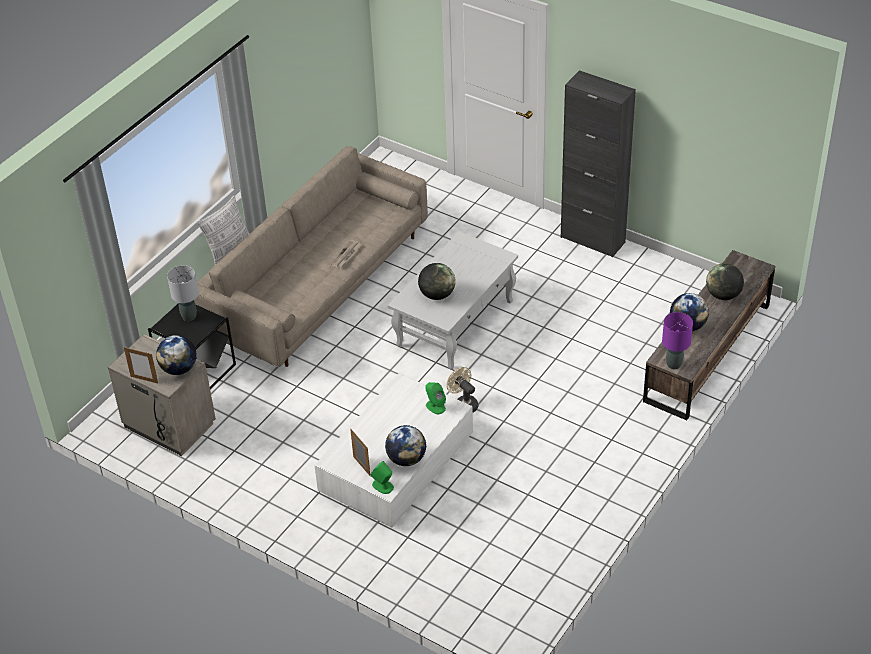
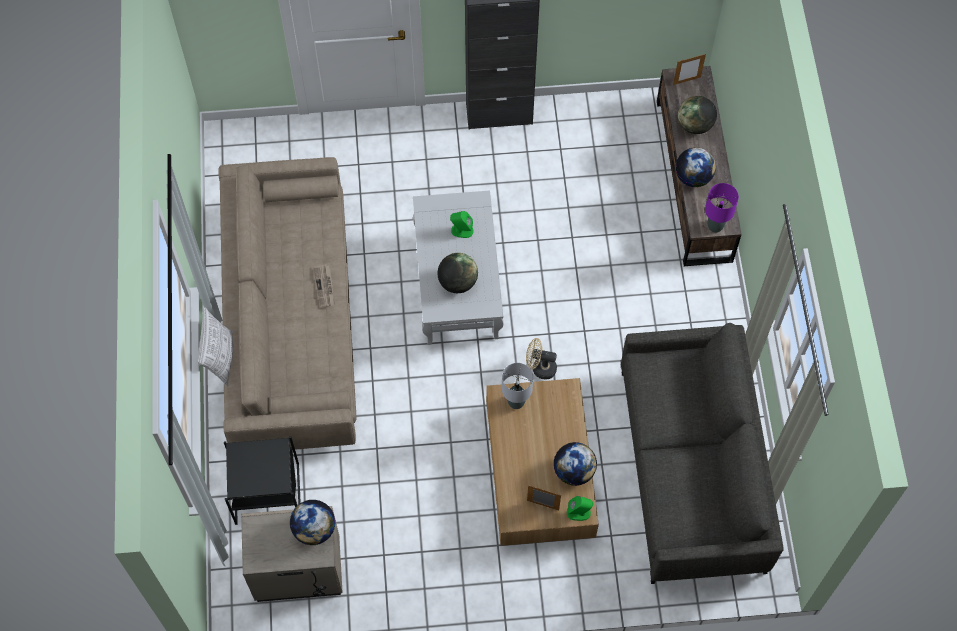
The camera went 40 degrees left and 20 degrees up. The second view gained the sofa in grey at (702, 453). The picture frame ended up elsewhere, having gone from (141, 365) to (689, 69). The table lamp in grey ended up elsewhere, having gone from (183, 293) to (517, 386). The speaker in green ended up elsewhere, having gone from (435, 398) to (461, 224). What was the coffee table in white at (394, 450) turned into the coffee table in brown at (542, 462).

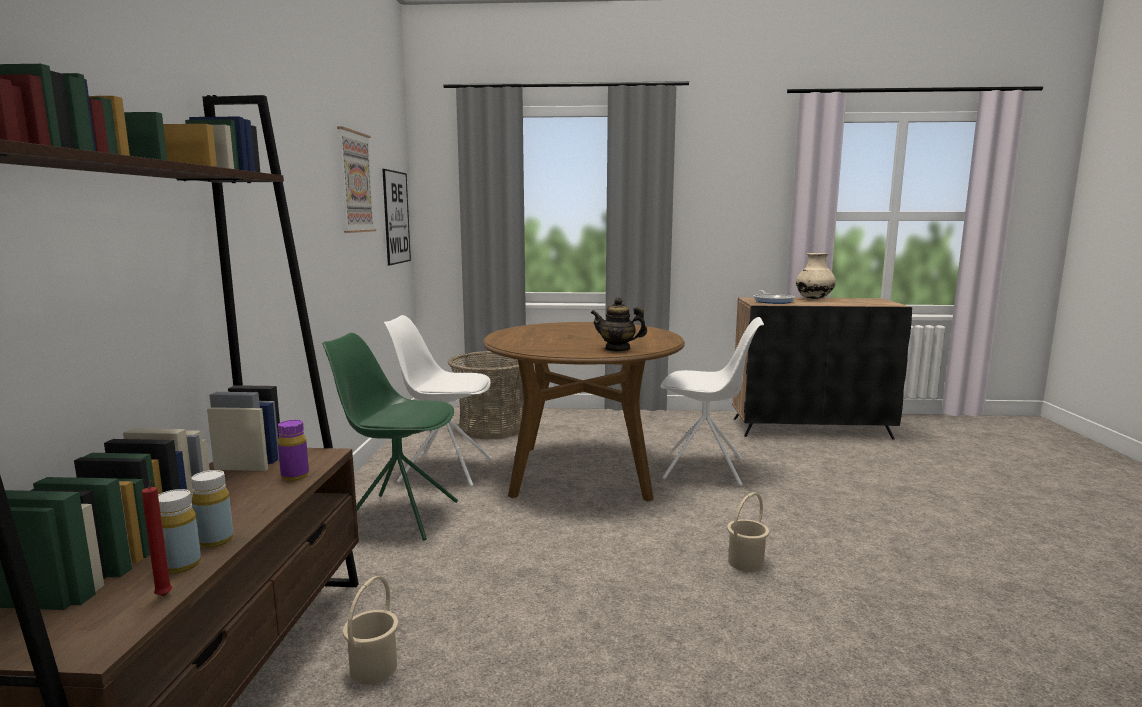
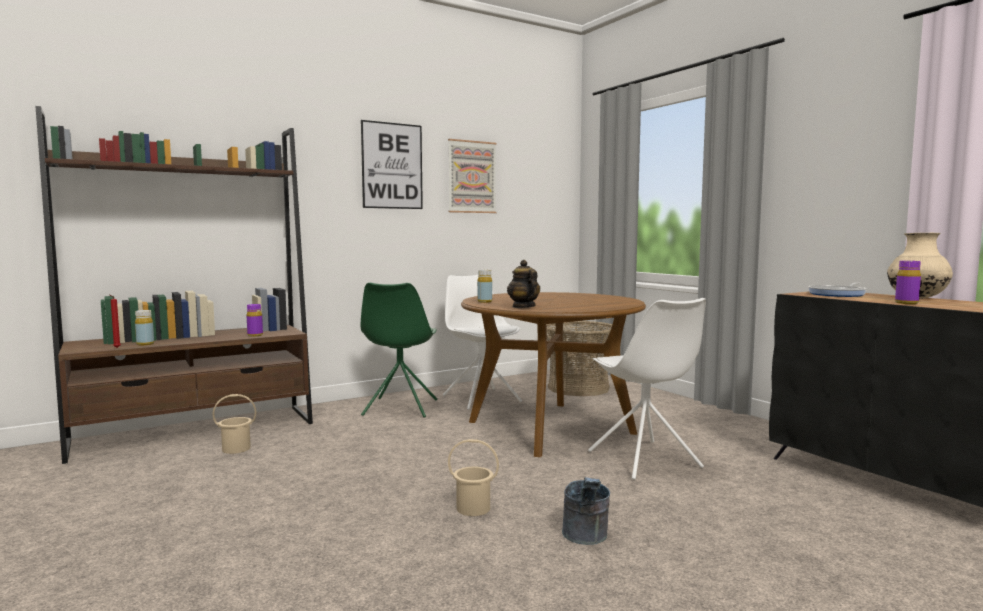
The camera went 55 degrees right and 5 degrees down. The second view gained the bucket in grey at (586, 511). The second view gained the bottle in purple at (908, 282). The bottle in yellow ended up elsewhere, having gone from (212, 509) to (484, 286). The picture ended up elsewhere, having gone from (396, 217) to (392, 164). The chair in green at (390, 437) ended up facing another way, 150 degrees counterclockwise from before.

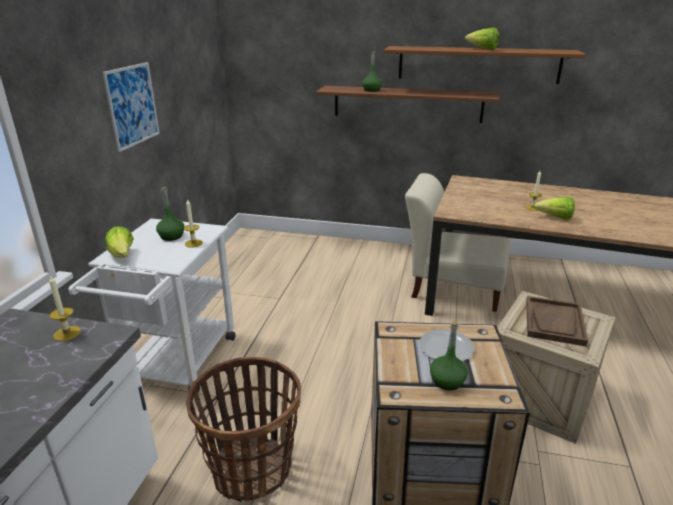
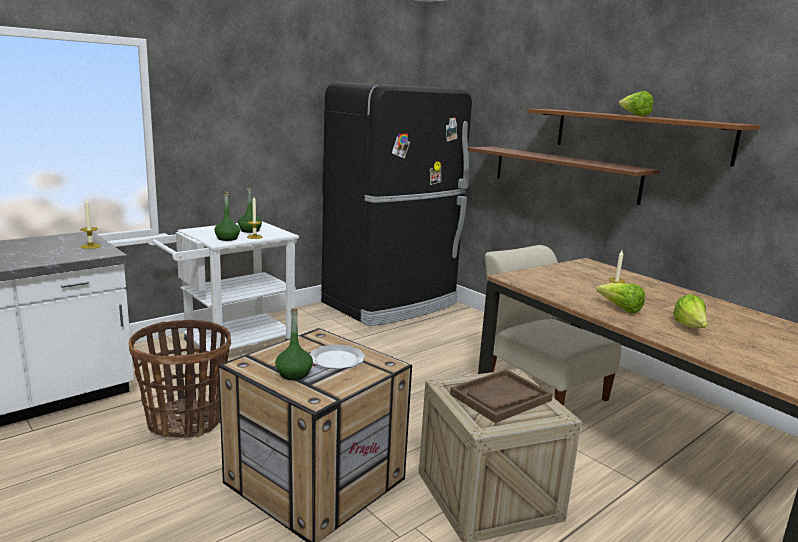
The camera went 35 degrees right and 10 degrees down. The second view lost the picture at (131, 107). The second view gained the fridge in black at (396, 204). The lettuce ended up elsewhere, having gone from (119, 242) to (690, 311). The bottle in green ended up elsewhere, having gone from (372, 71) to (227, 216).

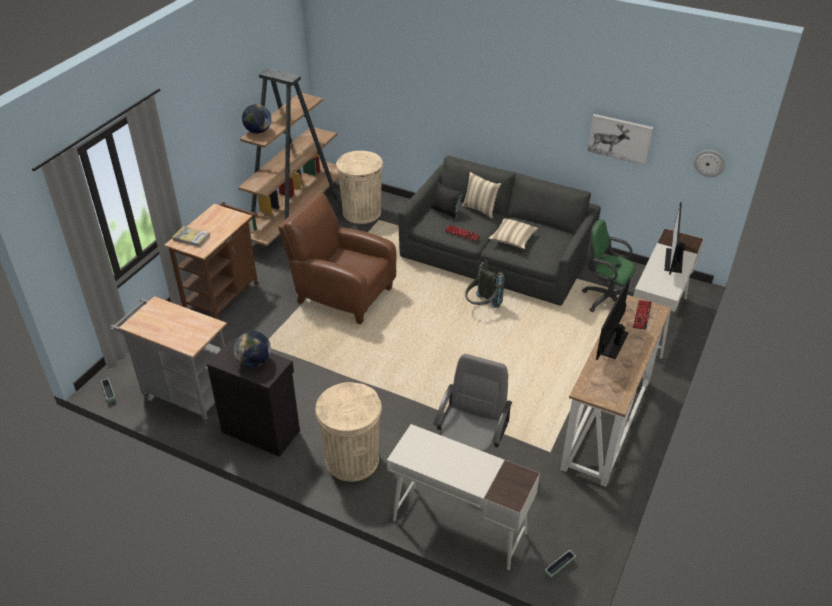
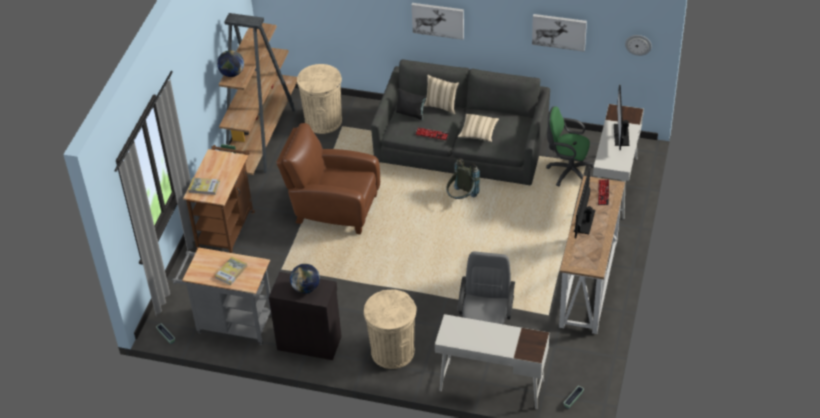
The camera went 10 degrees left and 5 degrees up. The second view gained the book at (231, 271). The second view gained the picture at (438, 21).

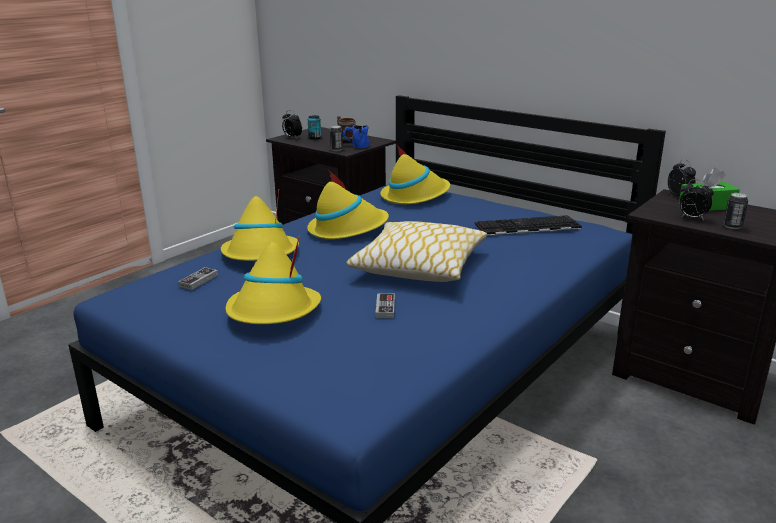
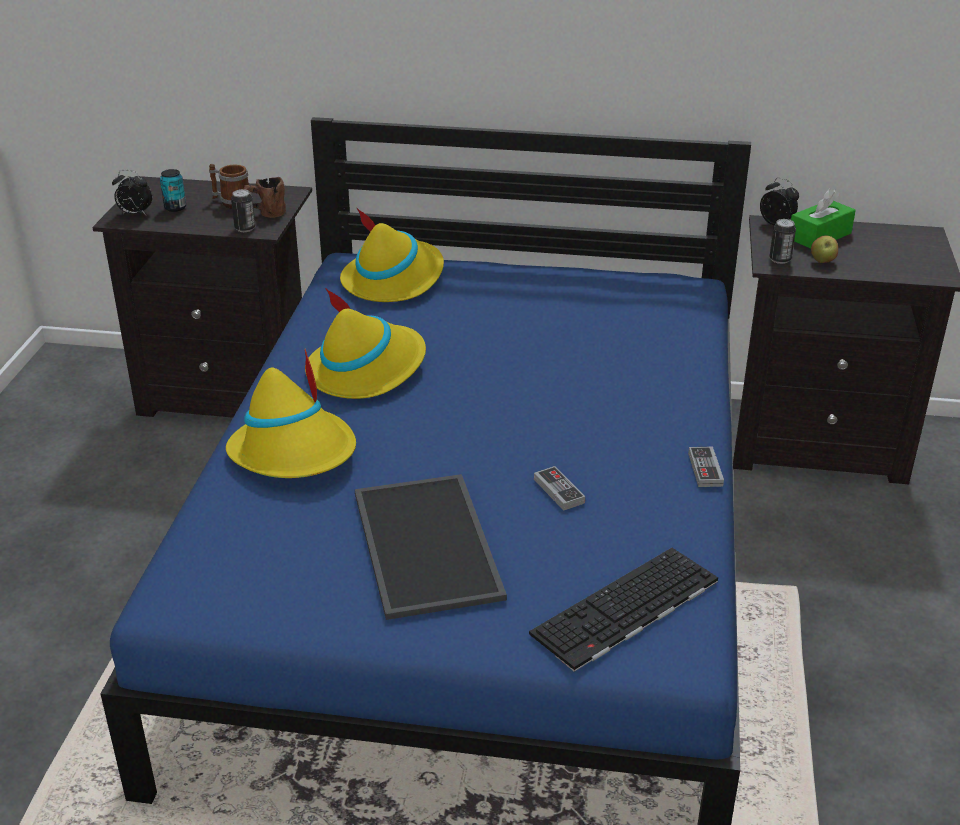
The camera went 30 degrees left and 10 degrees up. The second view lost the pillow at (416, 251). The game controller ended up elsewhere, having gone from (198, 278) to (706, 467). The keyboard ended up elsewhere, having gone from (528, 225) to (623, 610). The can ended up elsewhere, having gone from (735, 211) to (782, 241). Where the hat in yellow stood at (273, 280), the tray came to stand at (431, 547). Where the alarm clock stood at (697, 199), the apple came to stand at (824, 249). What was the mug in blue at (356, 136) turned into the mug in brown at (265, 197).

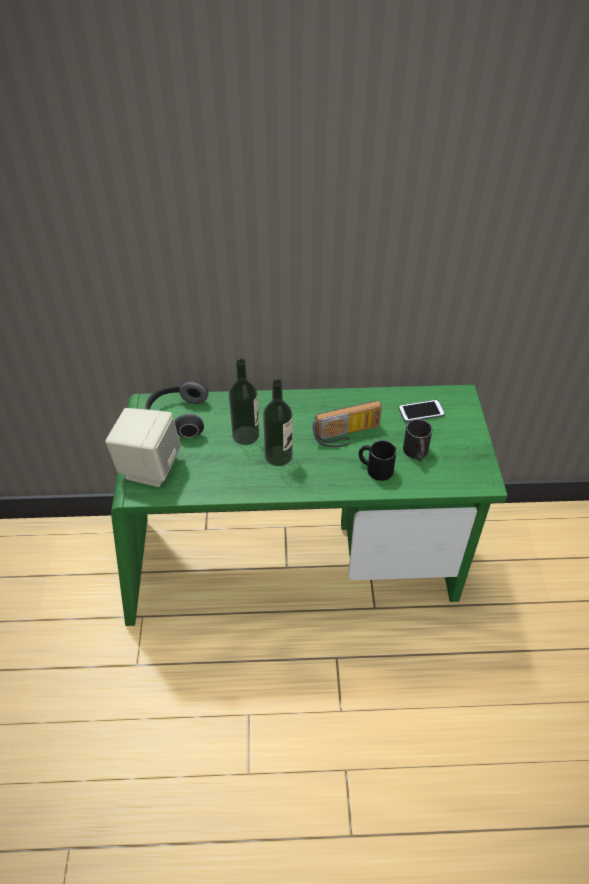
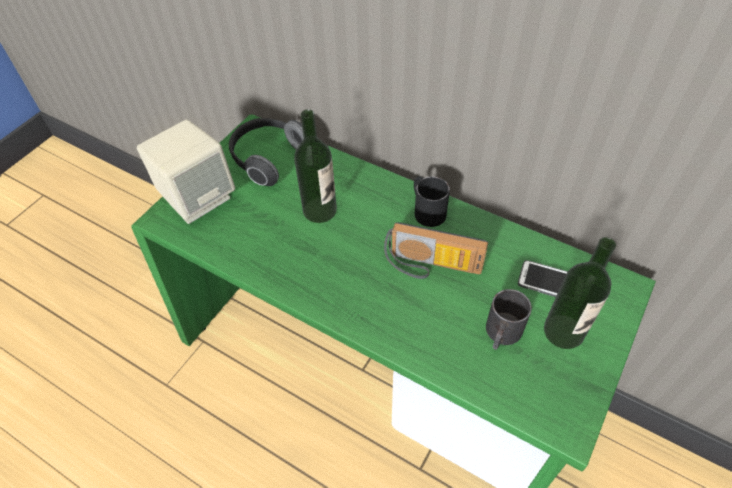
The camera went 35 degrees right and 5 degrees up. The bottle ended up elsewhere, having gone from (278, 422) to (580, 293). The mug in black ended up elsewhere, having gone from (378, 460) to (432, 201).

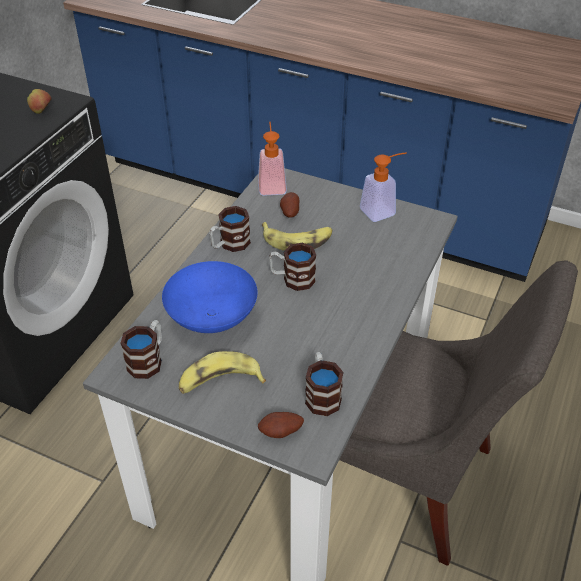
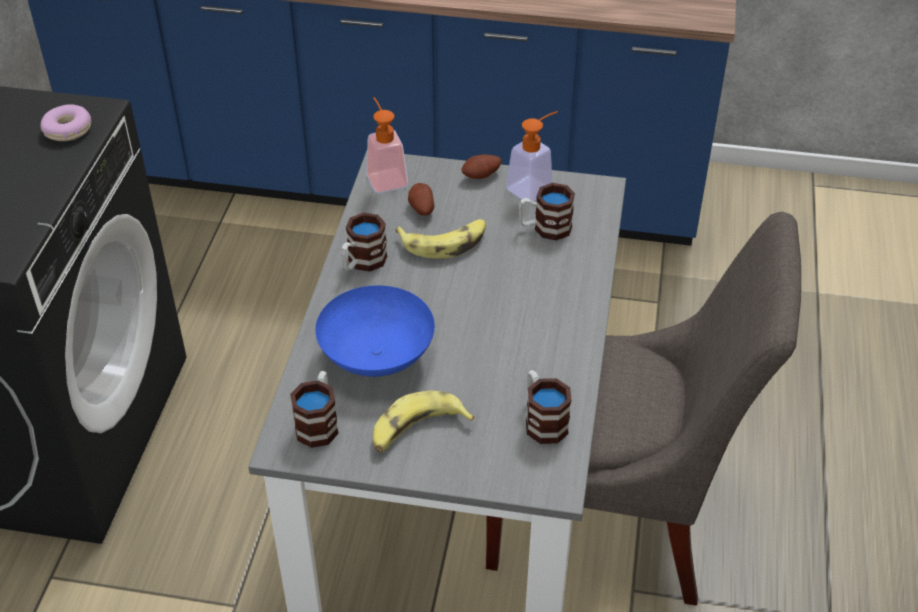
The camera went 15 degrees left and 0 degrees up. The potato ended up elsewhere, having gone from (281, 425) to (481, 166). The mug ended up elsewhere, having gone from (292, 267) to (546, 212). Where the apple stood at (39, 101), the donut came to stand at (65, 122).

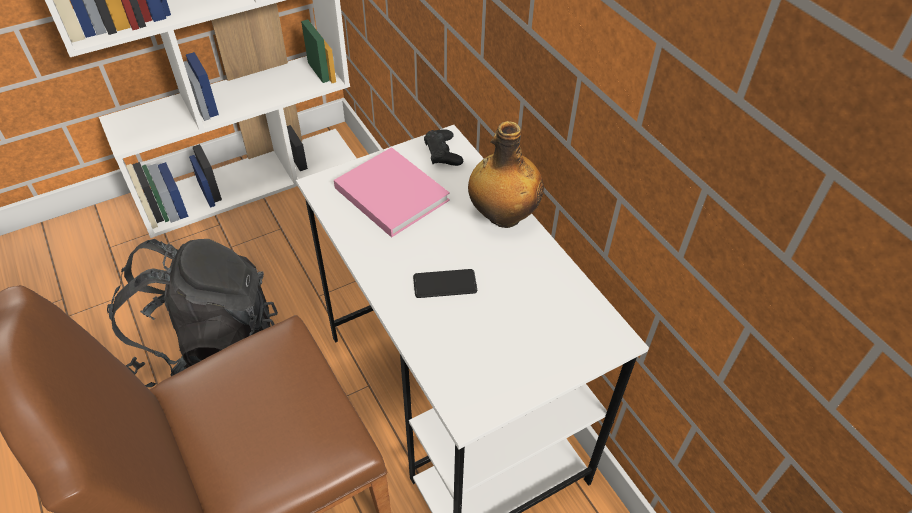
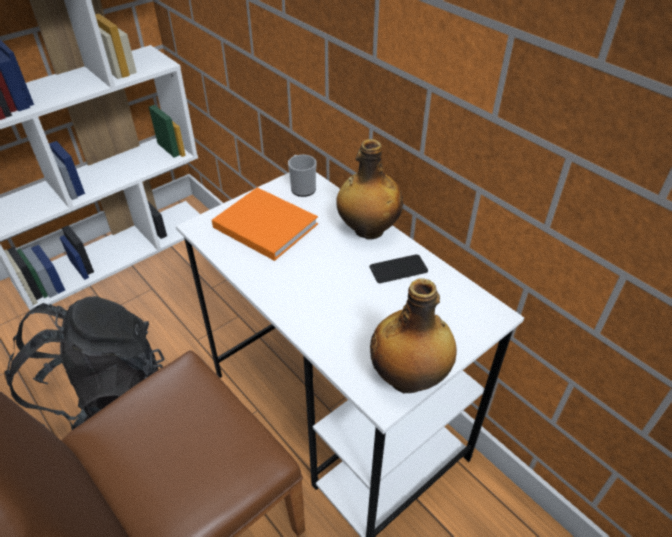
The camera went 10 degrees left and 5 degrees down. The second view gained the bottle at (413, 336). The phone ended up elsewhere, having gone from (445, 283) to (399, 268). Where the game controller in black stood at (443, 147), the mug came to stand at (302, 176). What was the book in pink at (392, 192) turned into the book in orange at (265, 224).

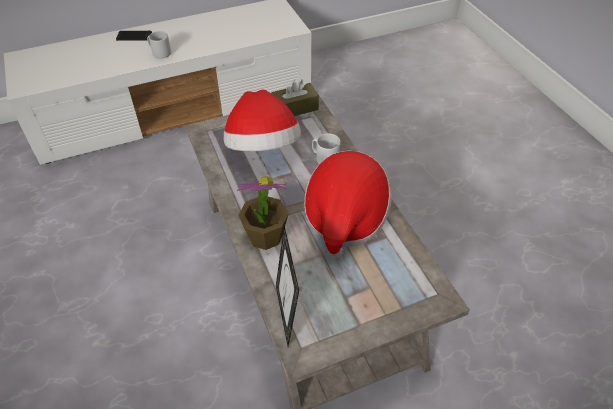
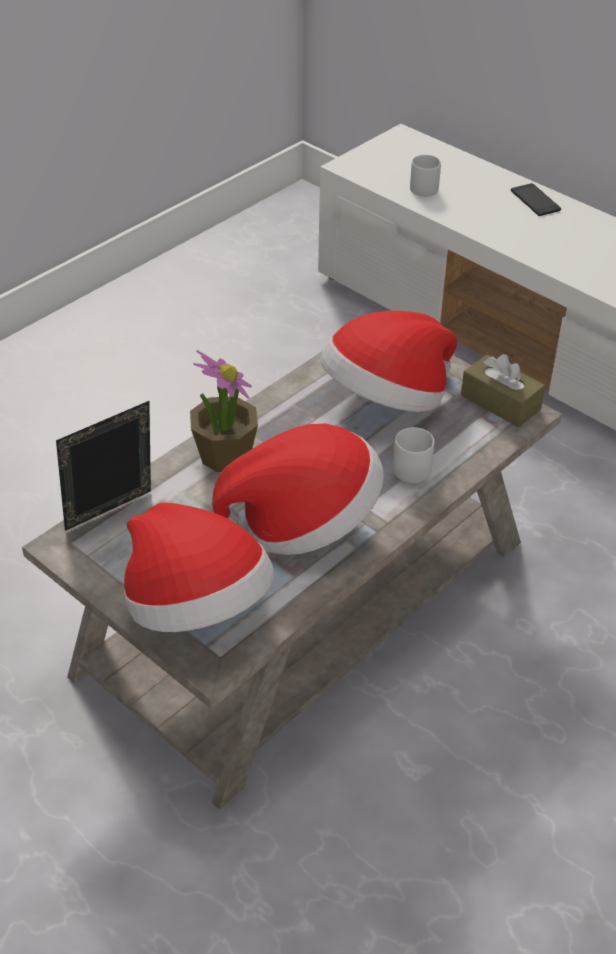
The camera went 65 degrees right and 5 degrees down. The second view gained the hat at (199, 567). The mug in grey ended up elsewhere, having gone from (159, 45) to (425, 176).

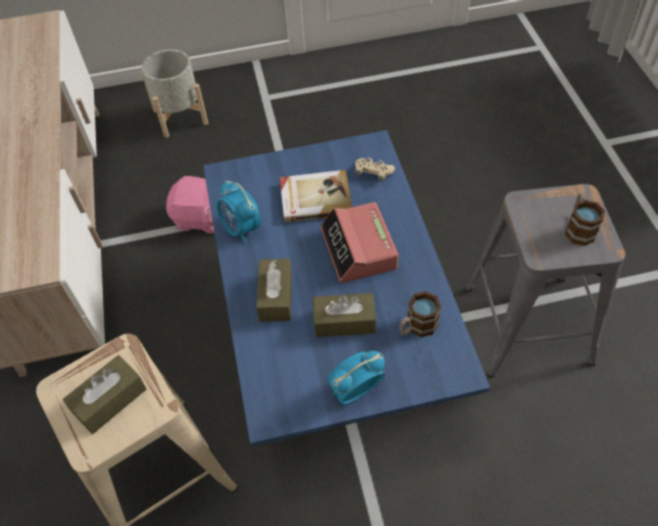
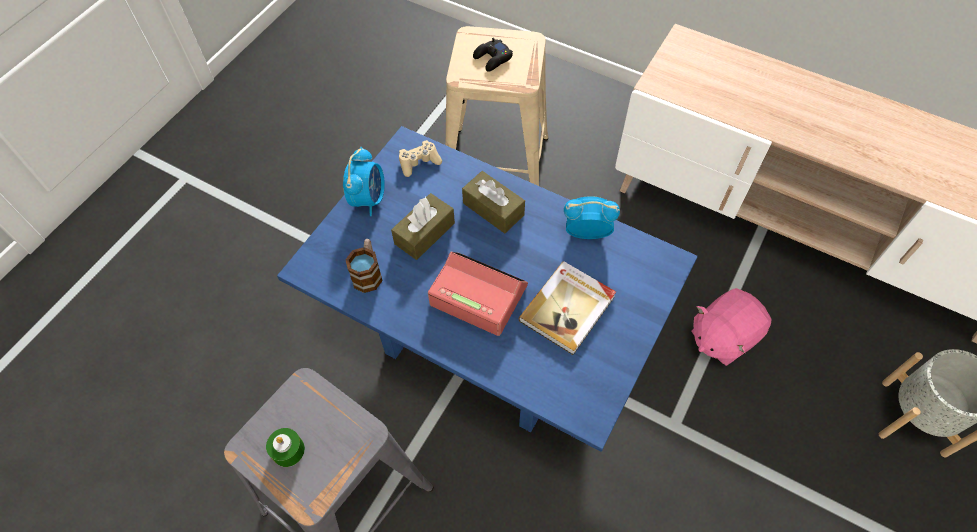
The camera went 130 degrees right and 5 degrees up. The game controller in beige ended up elsewhere, having gone from (375, 169) to (420, 158). Where the tissue box in brown stood at (105, 394), the game controller in black came to stand at (493, 55). Where the mug stood at (585, 219), the candle in green came to stand at (285, 447).

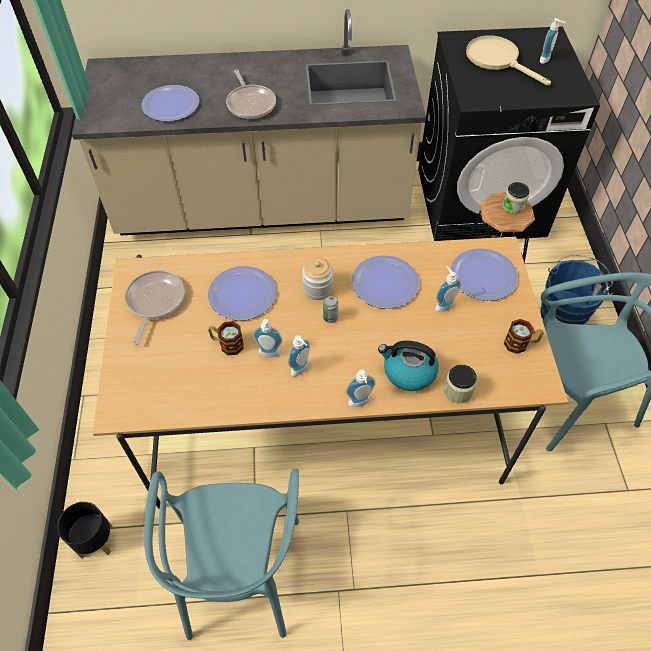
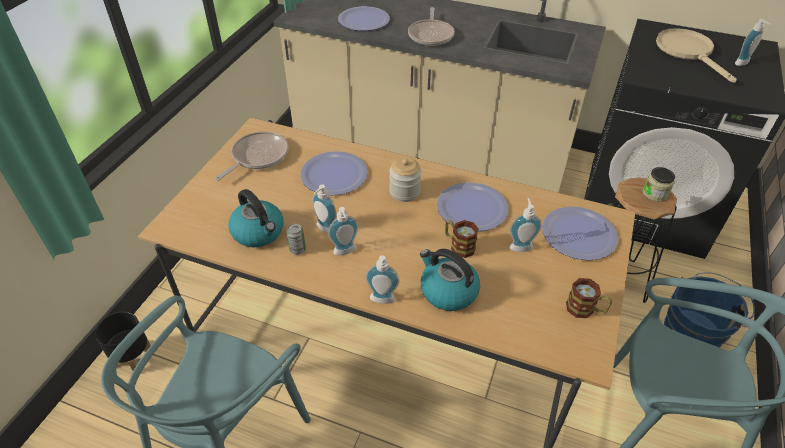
The camera went 25 degrees right and 10 degrees down. The second view lost the jar at (460, 384). The second view gained the kettle at (256, 218). The mug ended up elsewhere, having gone from (226, 338) to (462, 239). The can ended up elsewhere, having gone from (330, 309) to (296, 239).

